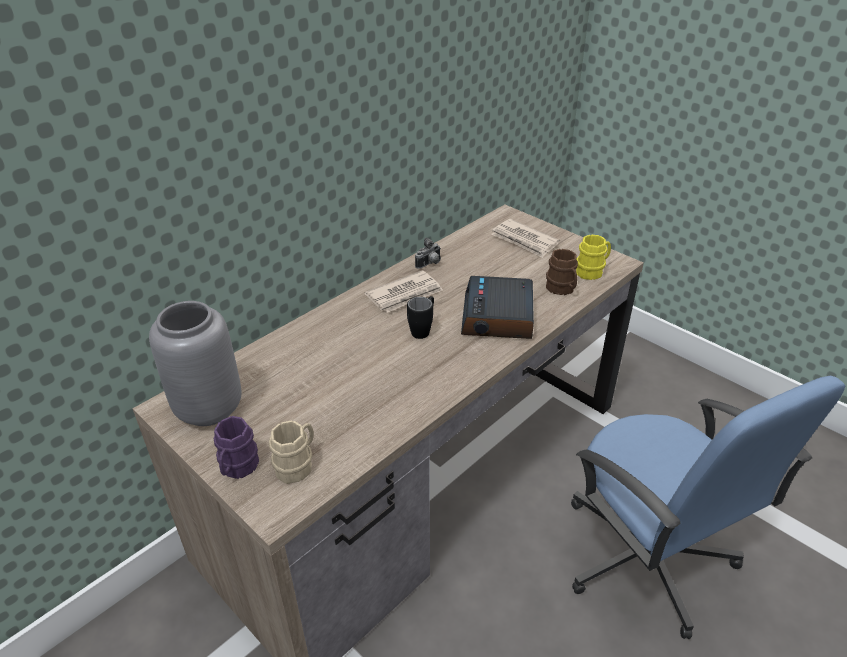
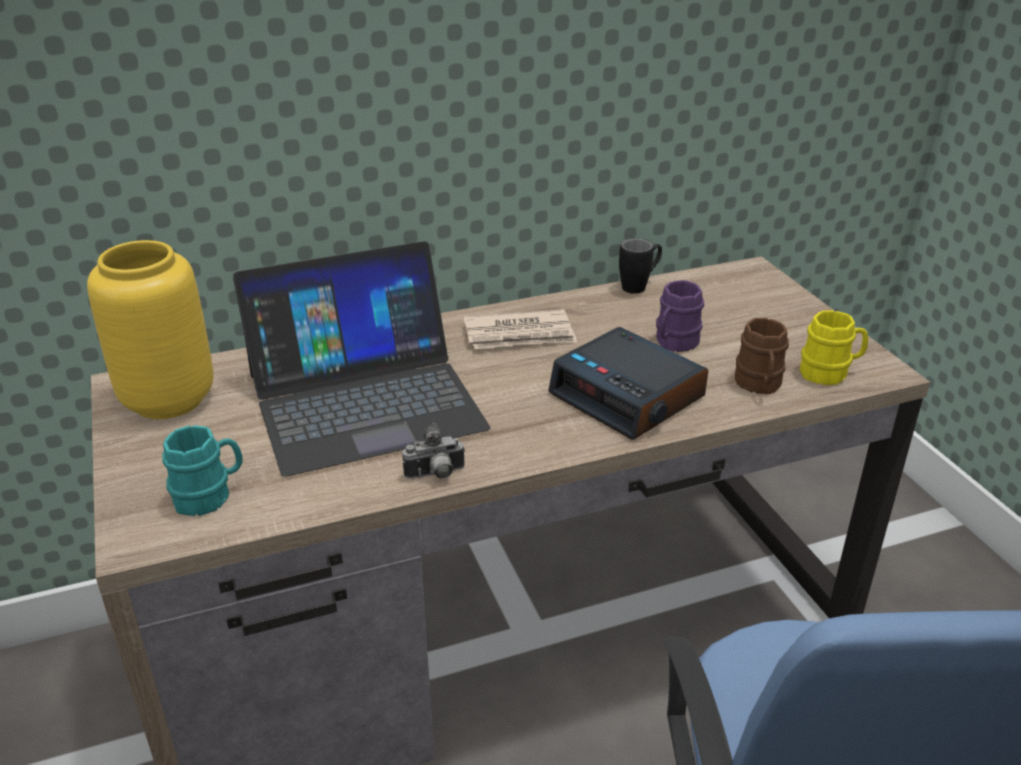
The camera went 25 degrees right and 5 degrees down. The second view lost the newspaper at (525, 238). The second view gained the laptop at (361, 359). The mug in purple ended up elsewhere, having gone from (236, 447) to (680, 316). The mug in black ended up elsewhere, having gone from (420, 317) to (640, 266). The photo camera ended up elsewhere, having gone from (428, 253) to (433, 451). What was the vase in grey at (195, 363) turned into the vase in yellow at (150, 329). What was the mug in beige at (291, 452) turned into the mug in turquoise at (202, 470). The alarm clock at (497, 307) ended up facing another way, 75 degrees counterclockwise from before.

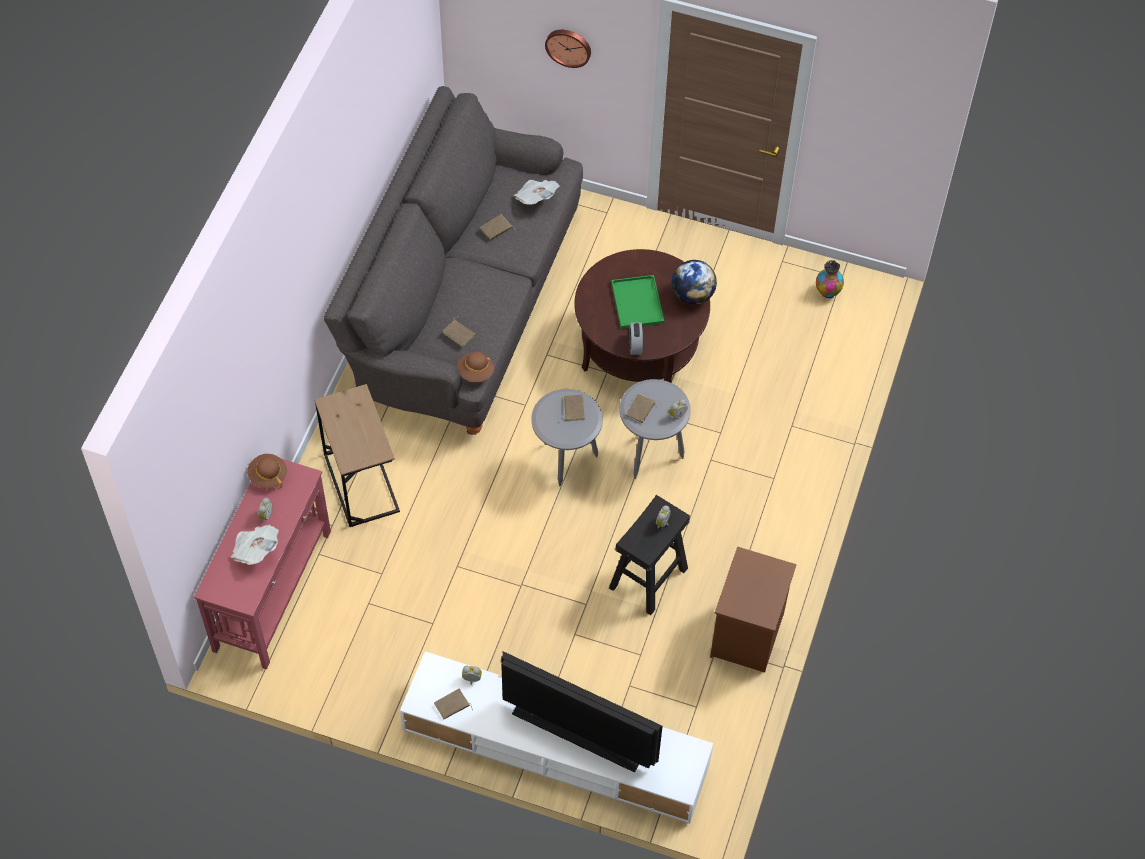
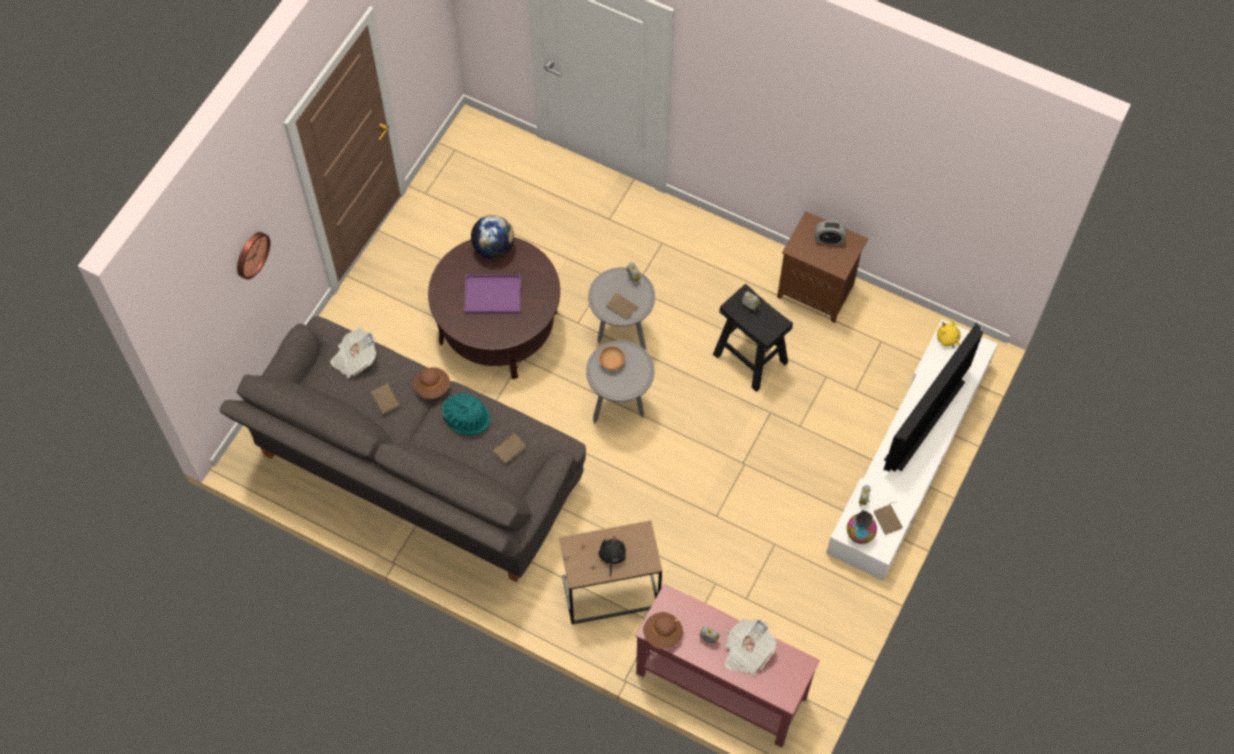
The camera went 80 degrees left and 5 degrees up. The second view gained the hat in turquoise at (466, 414). The second view gained the plush toy in black at (612, 556). The second view gained the plush toy in yellow at (949, 334). The hat in brown ended up elsewhere, having gone from (475, 366) to (431, 383). The alarm clock ended up elsewhere, having gone from (636, 338) to (830, 233). The vase ended up elsewhere, having gone from (830, 279) to (862, 527). Where the book in brown stood at (572, 408), the bowl in brown came to stand at (612, 358). What was the tray in green at (637, 302) turned into the tray in purple at (492, 294).

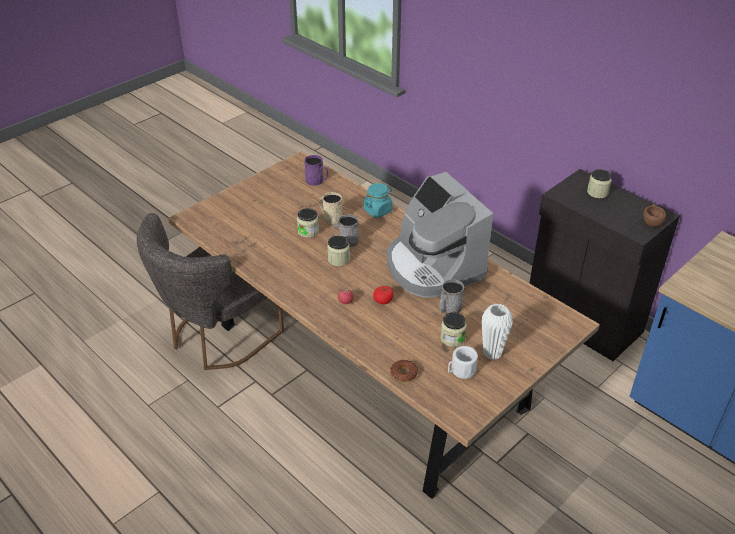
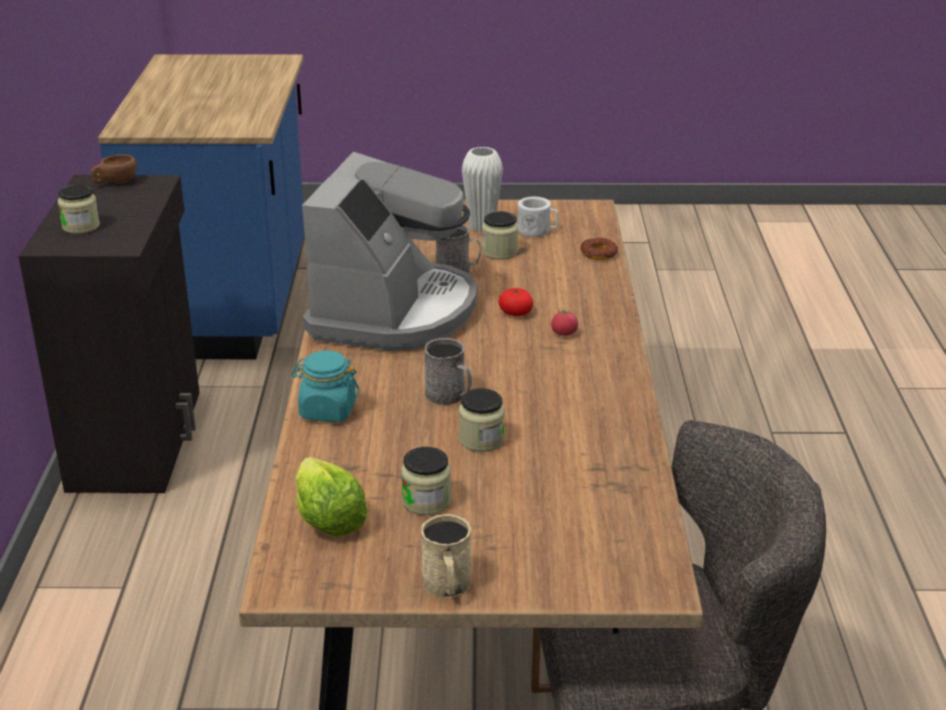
The camera went 135 degrees left and 10 degrees down. The mug in beige ended up elsewhere, having gone from (330, 208) to (446, 556). The jar ended up elsewhere, having gone from (338, 250) to (426, 481). Where the mug in purple stood at (316, 170), the lettuce came to stand at (331, 496).

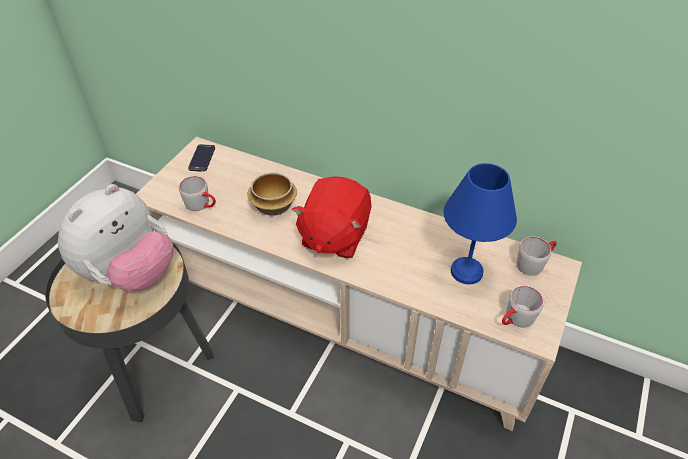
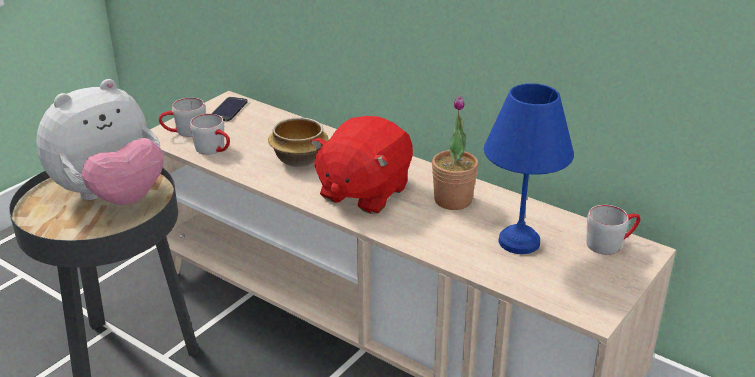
The camera went 10 degrees right and 15 degrees down. The second view gained the potted plant at (455, 153). The mug in grey ended up elsewhere, having gone from (523, 307) to (182, 117).

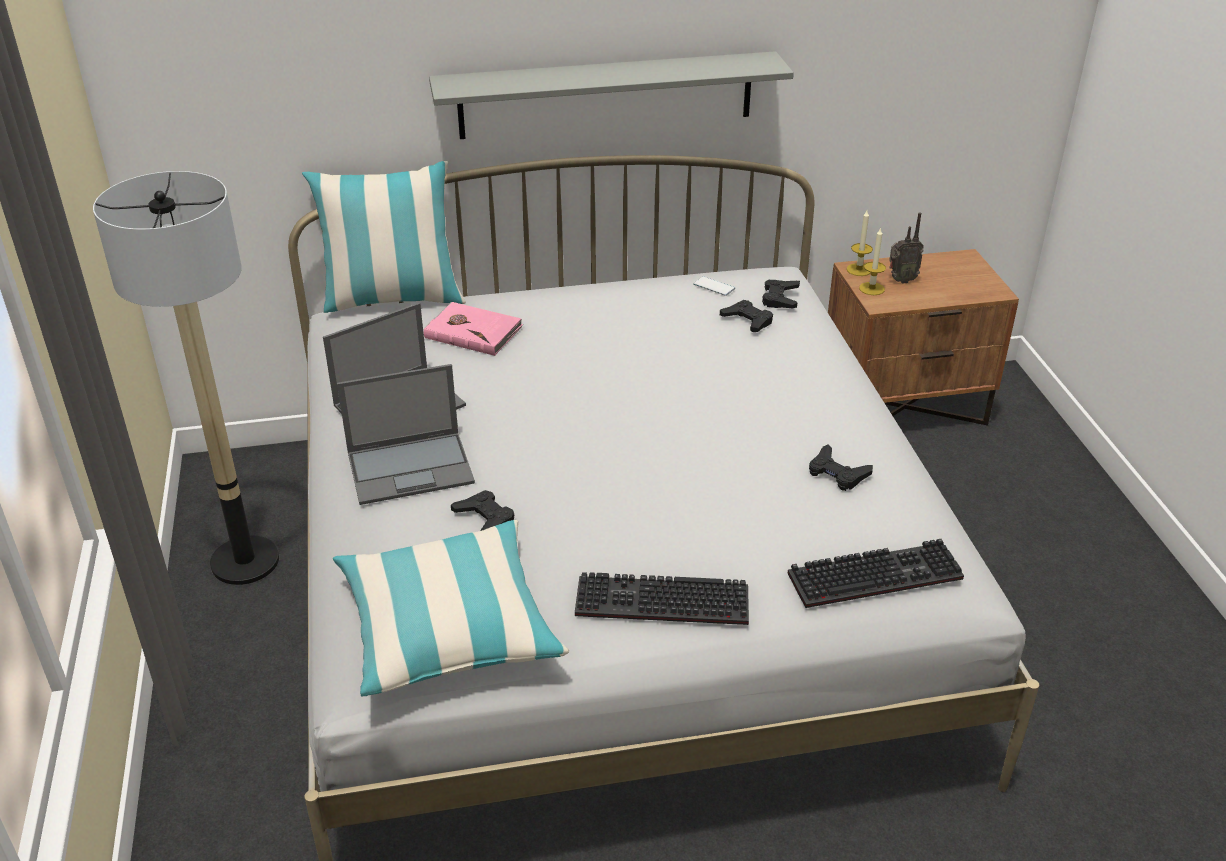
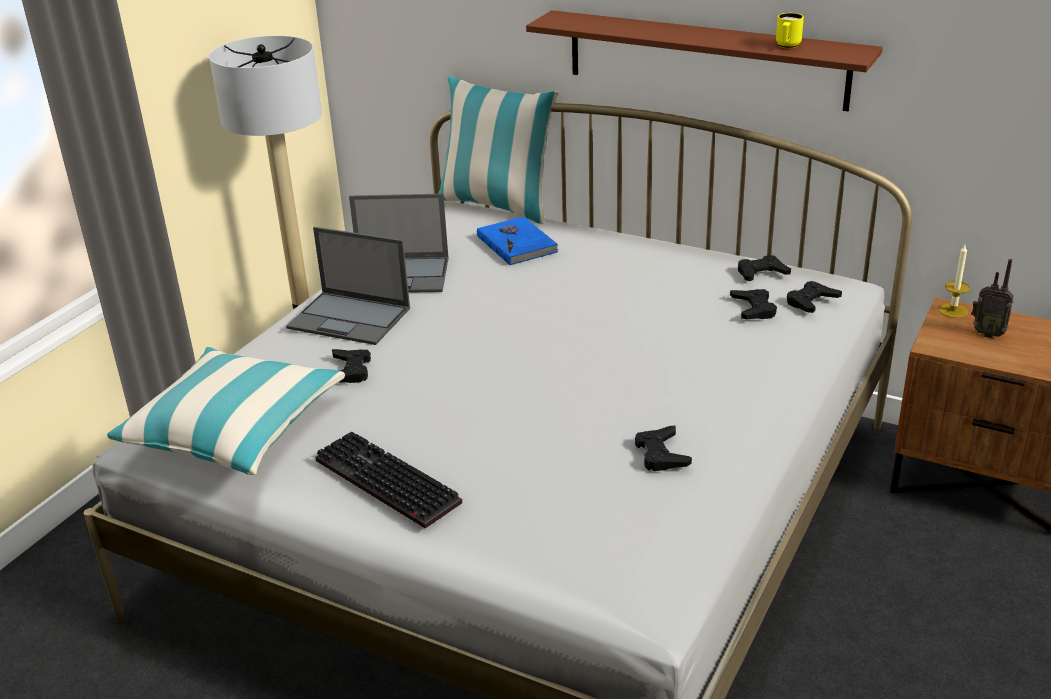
The camera went 40 degrees right and 5 degrees down. The second view lost the keyboard at (875, 573). The second view lost the candle at (872, 261). The second view gained the mug in yellow at (790, 30). Where the phone stood at (714, 286), the game controller in black came to stand at (764, 268). What was the book in pink at (473, 329) turned into the book in blue at (517, 240). What was the shelf in grey at (611, 95) turned into the shelf in brown at (704, 60).

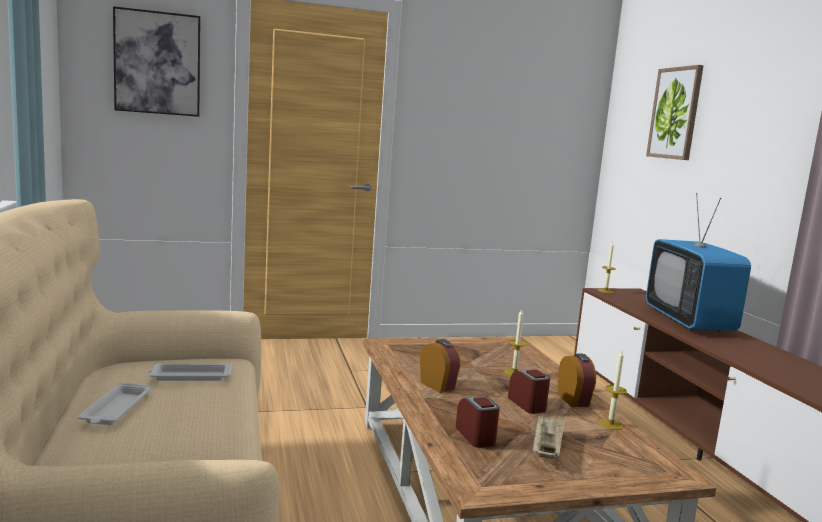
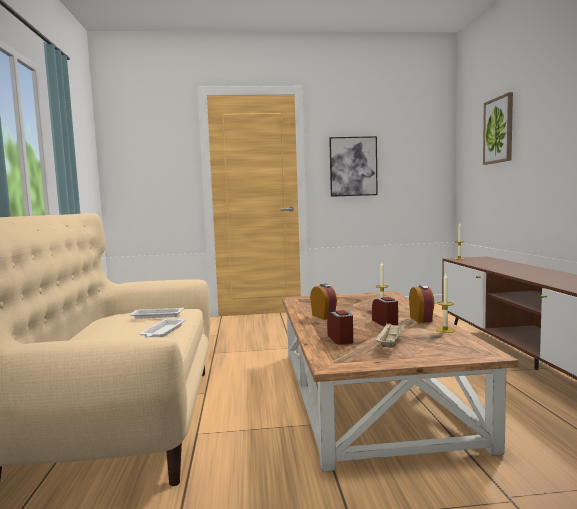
The camera went 10 degrees right and 5 degrees down. The second view lost the television at (698, 262). The tray in white ended up elsewhere, having gone from (115, 404) to (162, 327). The picture ended up elsewhere, having gone from (157, 61) to (353, 166).

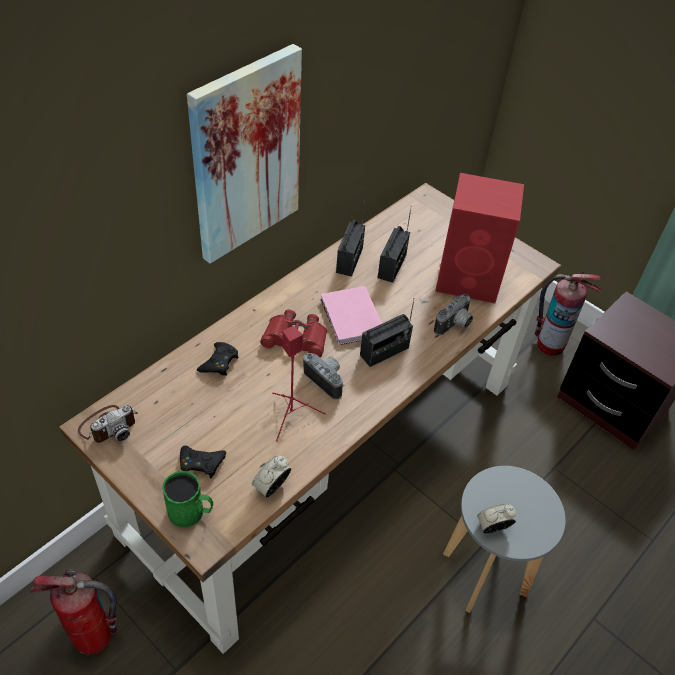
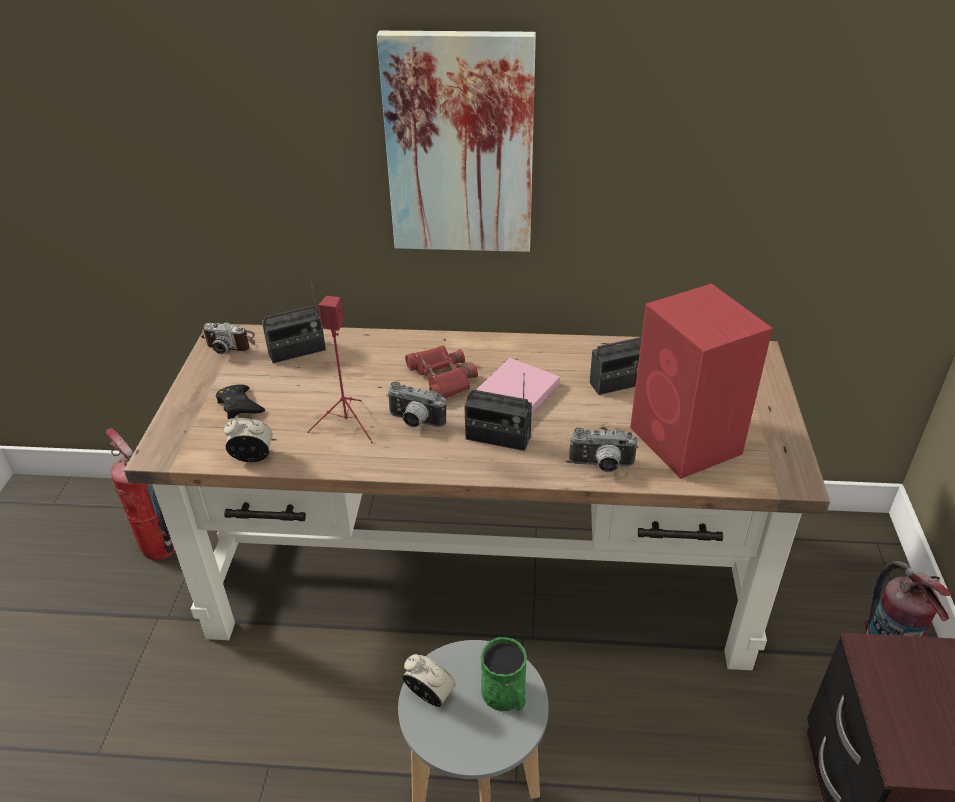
The camera went 55 degrees right and 10 degrees down. The second view lost the game controller in black at (218, 359). The mug in green ended up elsewhere, having gone from (187, 499) to (503, 674). The radio ended up elsewhere, having gone from (350, 239) to (294, 321). The photo camera at (323, 376) ended up facing another way, 105 degrees clockwise from before.

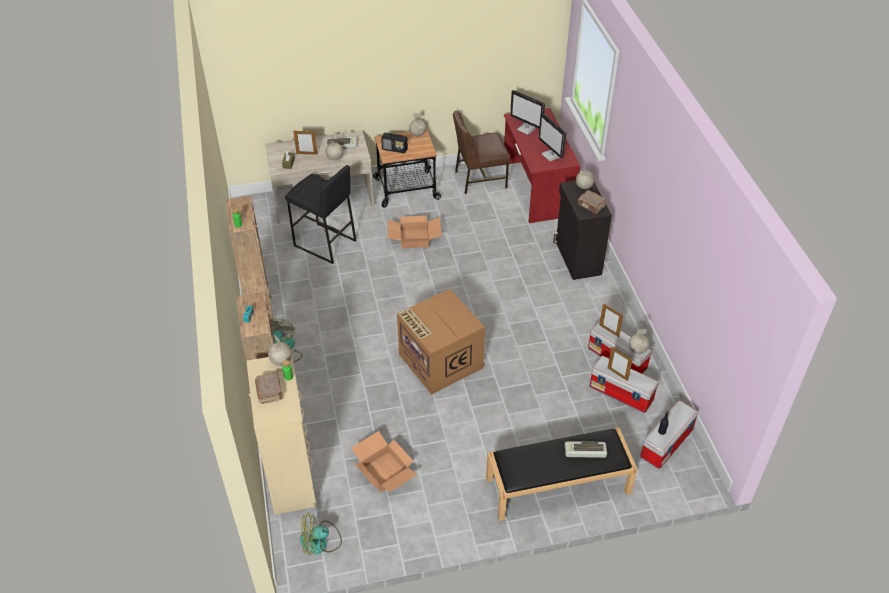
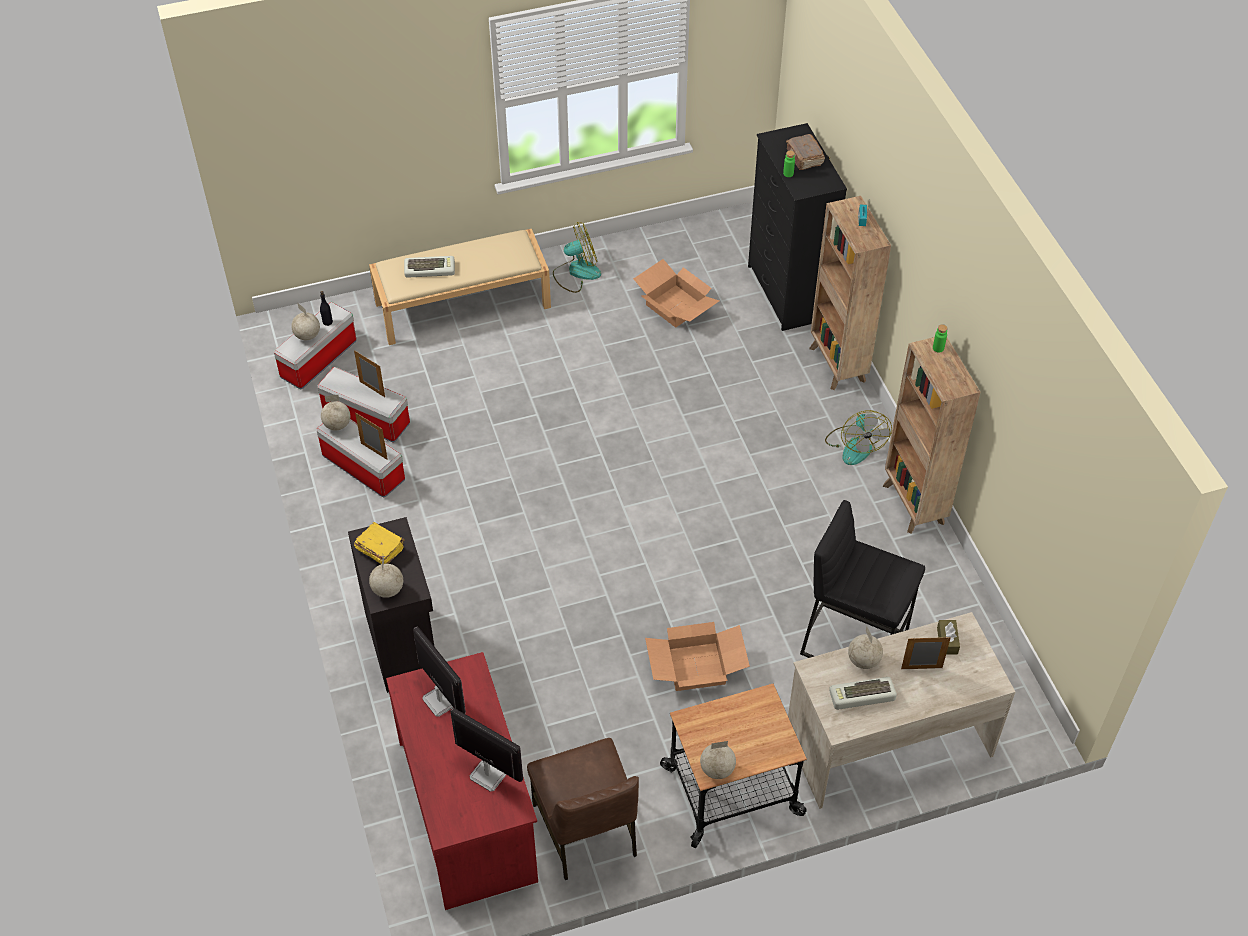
The camera went 175 degrees right and 5 degrees up. The second view lost the radio at (394, 142). The second view lost the cardboard box at (441, 342). The globe ended up elsewhere, having gone from (280, 350) to (305, 322). The fan ended up elsewhere, having gone from (321, 534) to (577, 257). What was the dresser in beige at (281, 436) turned into the dresser in black at (797, 227). What was the bench in black at (562, 474) turned into the bench in beige at (460, 287). What was the book in brown at (592, 202) turned into the book in yellow at (379, 543). The chair in brown at (482, 152) ended up facing another way, 90 degrees clockwise from before.

